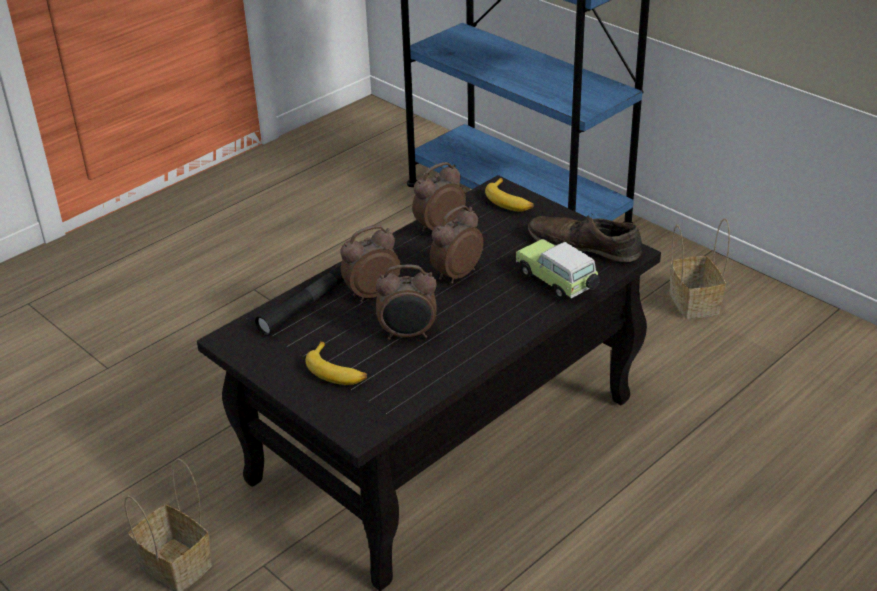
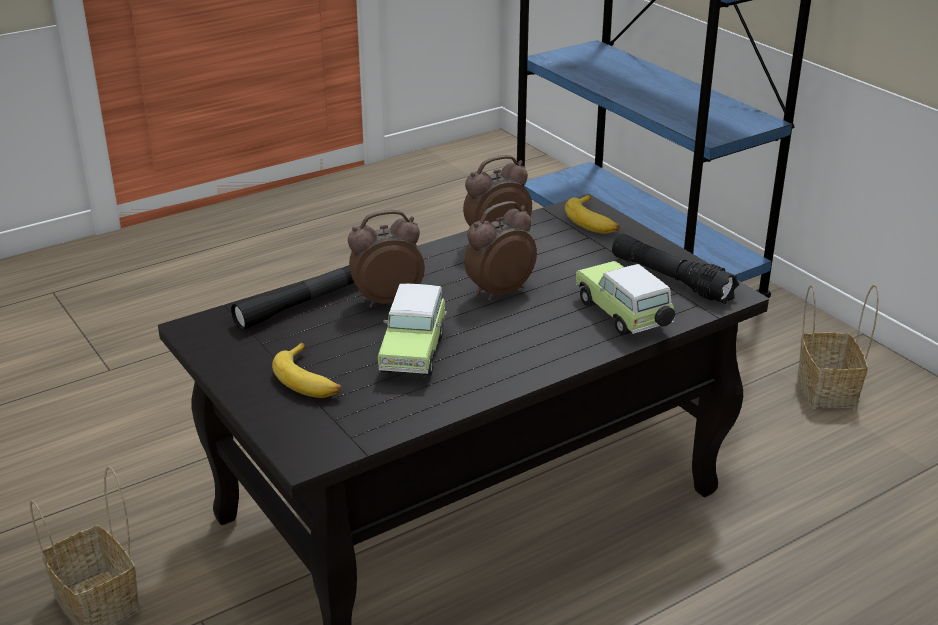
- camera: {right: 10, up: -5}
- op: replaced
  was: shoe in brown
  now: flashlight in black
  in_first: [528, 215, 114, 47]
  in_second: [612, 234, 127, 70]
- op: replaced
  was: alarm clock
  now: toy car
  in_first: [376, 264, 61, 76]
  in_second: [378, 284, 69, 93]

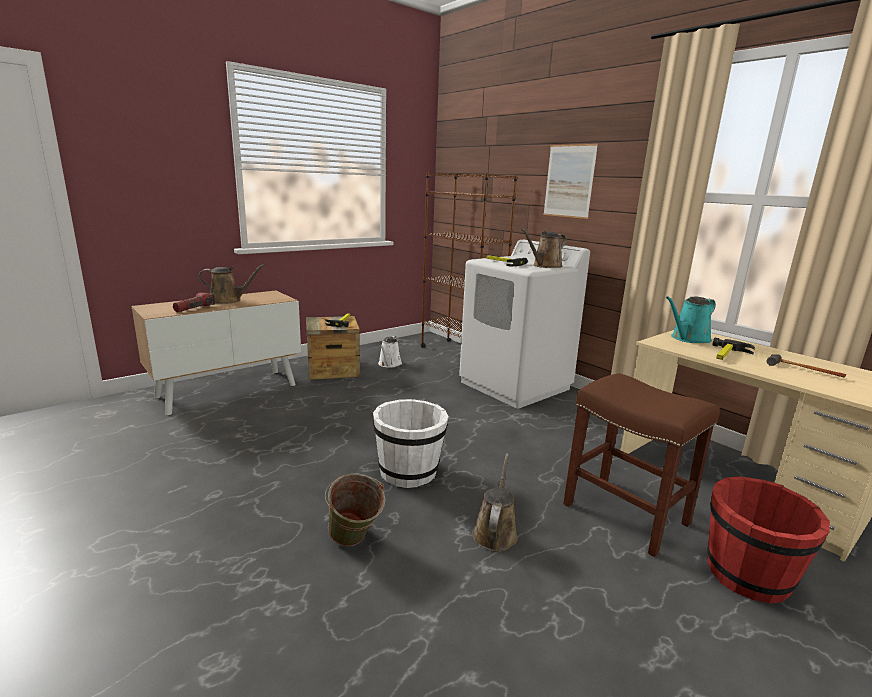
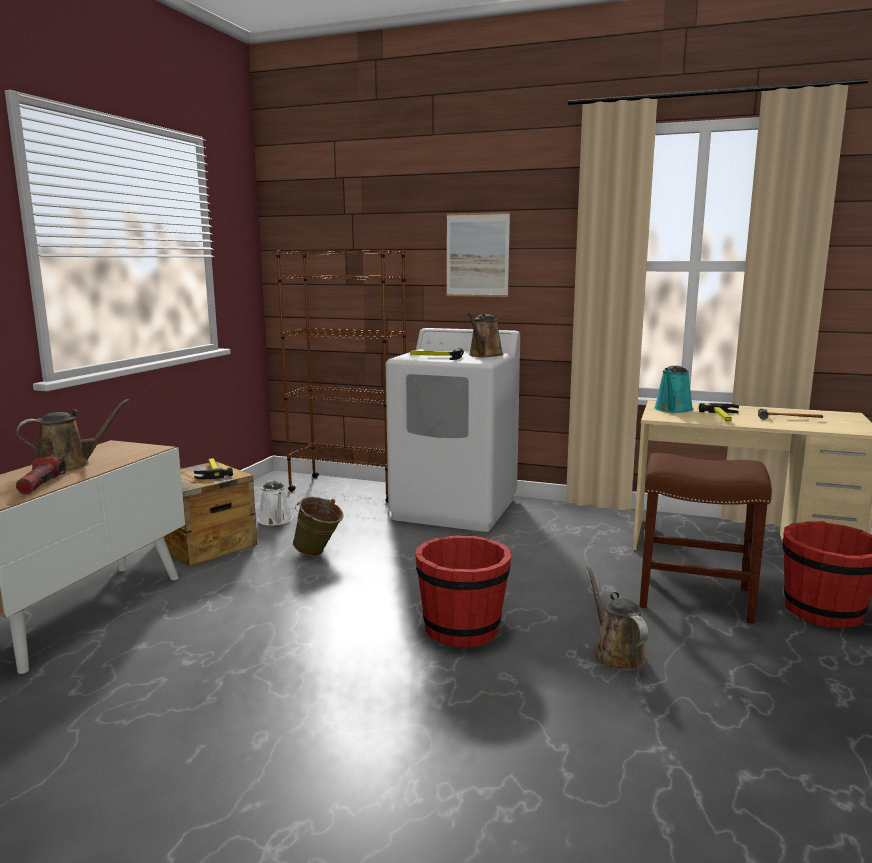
- camera: {right: -30, up: -5}
- op: recoloured
  was: bucket in white
  now: bucket in red
  in_first: [373, 399, 76, 89]
  in_second: [415, 536, 96, 111]
- op: moved
  was: bucket in green
  in_first: [325, 473, 60, 74]
  in_second: [293, 497, 51, 59]

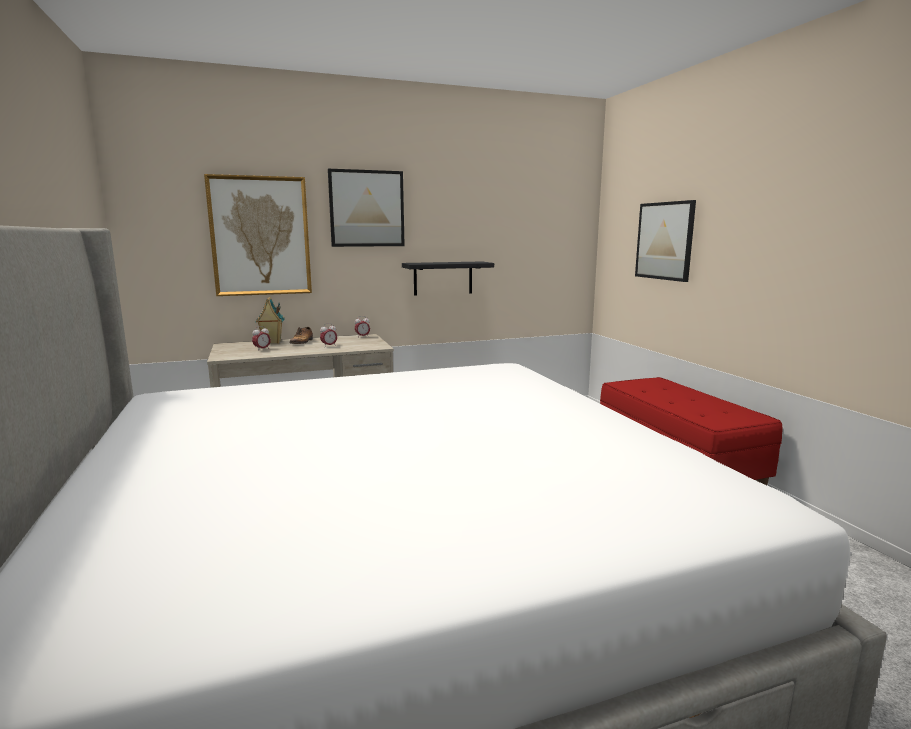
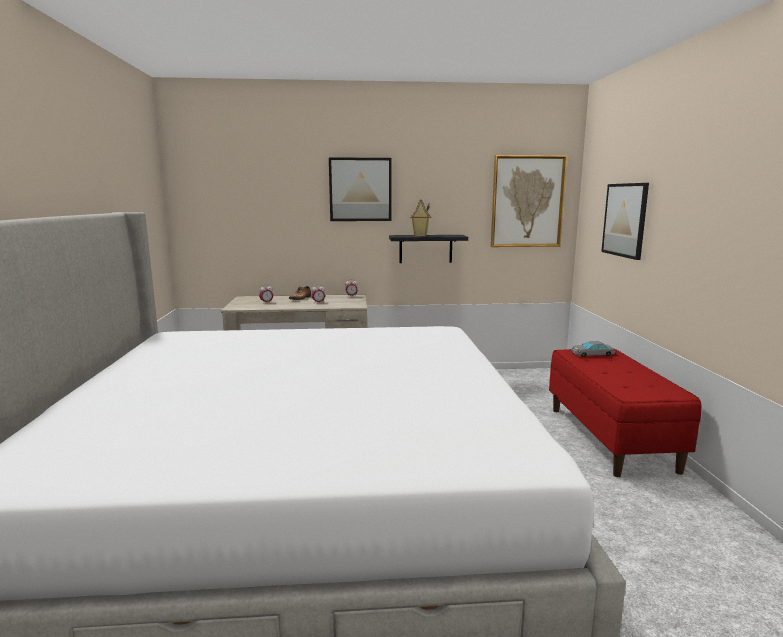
- camera: {right: 15, up: 0}
- op: moved
  was: picture
  in_first: [204, 174, 108, 122]
  in_second: [491, 155, 76, 92]
- op: moved
  was: toy house
  in_first: [255, 297, 30, 47]
  in_second: [410, 199, 21, 38]
- op: added
  now: toy car in grey
  in_second: [571, 341, 44, 16]

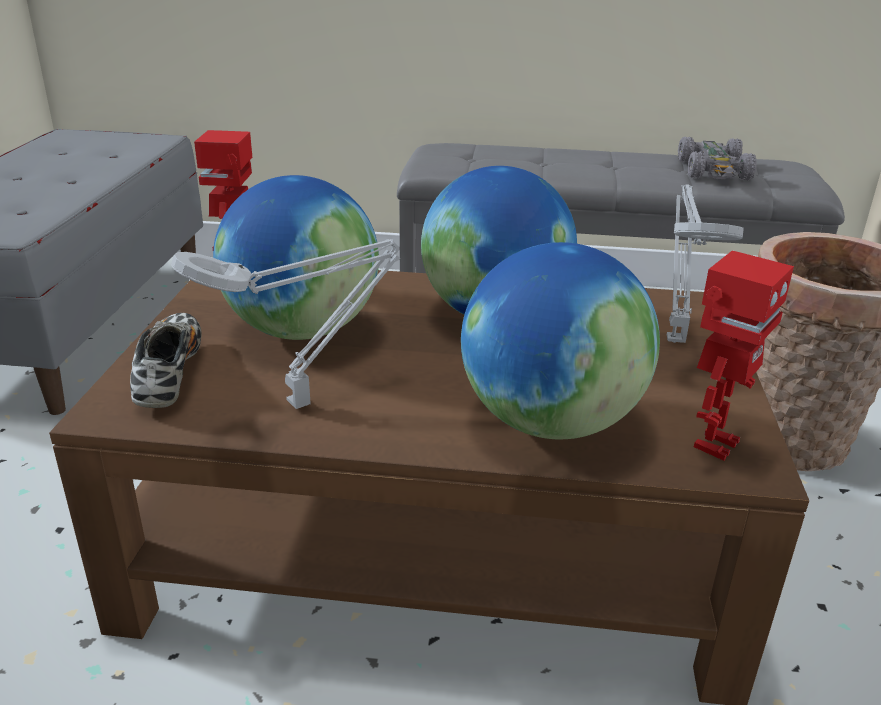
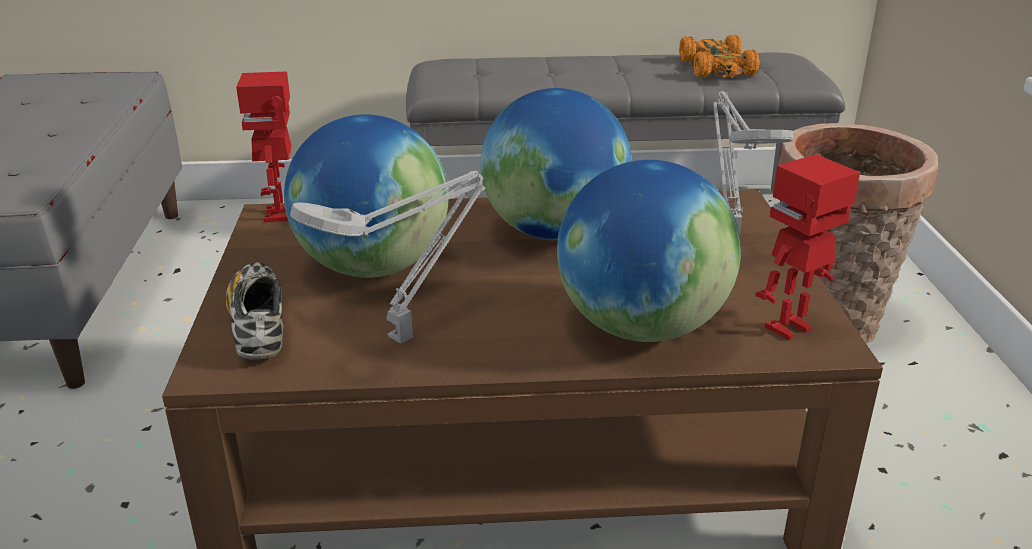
- camera: {right: -10, up: 0}
- op: recoloured
  was: toy car in grey
  now: toy car in orange
  in_first: [678, 136, 79, 44]
  in_second: [679, 35, 81, 43]
- op: turned
  was: toy robot
  in_first: [694, 250, 100, 211]
  in_second: [755, 154, 105, 186]
  clockwise: -150

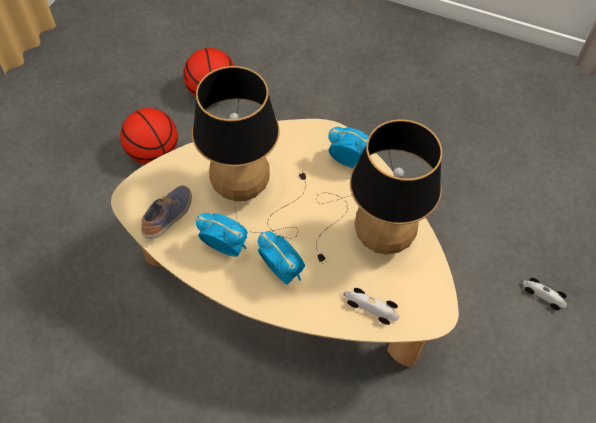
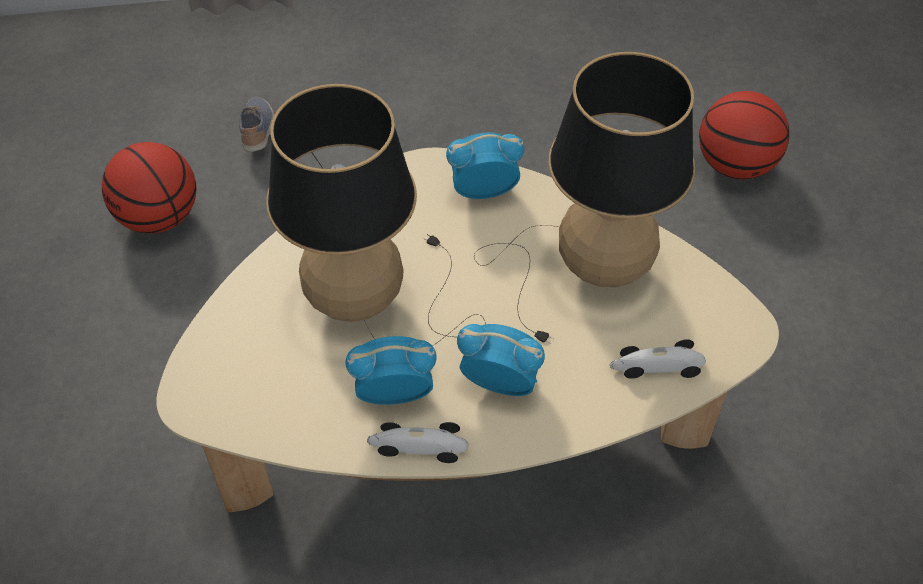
- camera: {right: -30, up: -5}
- op: moved
  was: basketball
  in_first: [120, 108, 58, 56]
  in_second: [699, 91, 91, 88]
- op: moved
  was: shoe
  in_first: [141, 186, 51, 53]
  in_second: [239, 97, 35, 55]
- op: moved
  was: toy car
  in_first: [522, 278, 45, 32]
  in_second: [367, 422, 101, 41]

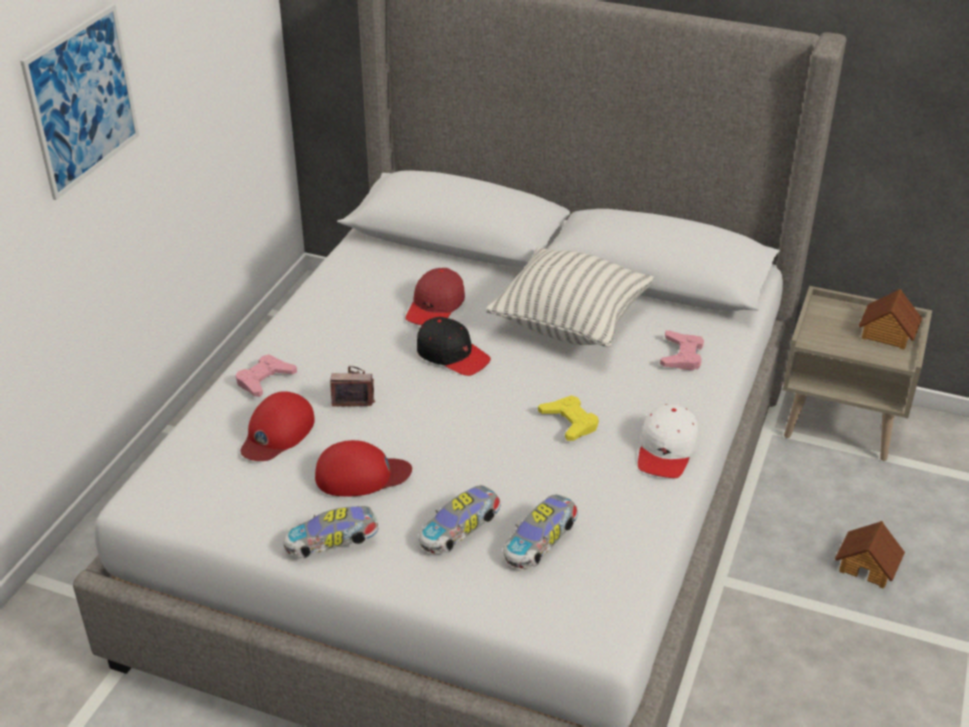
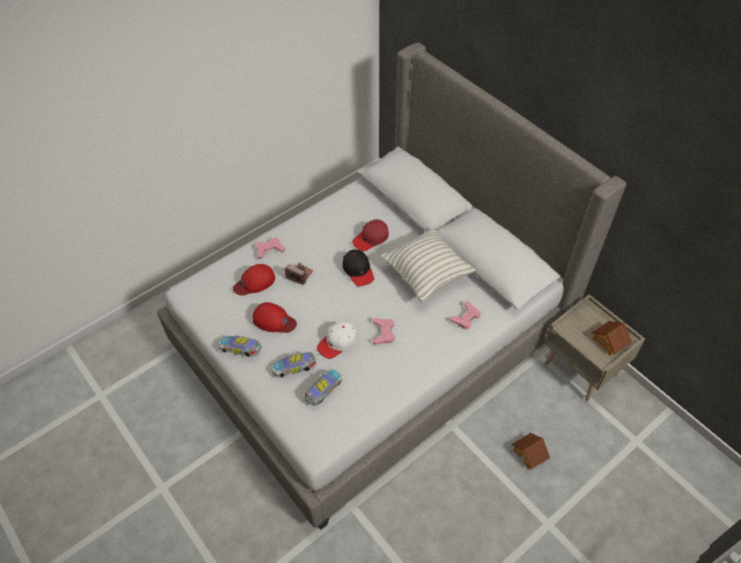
- camera: {right: 30, up: 15}
- op: removed
  was: picture
  in_first: [20, 4, 119, 196]
- op: recoloured
  was: game controller in yellow
  now: game controller in pink
  in_first: [538, 395, 61, 46]
  in_second: [372, 318, 23, 26]
- op: moved
  was: cap in white
  in_first: [638, 404, 60, 74]
  in_second: [317, 320, 40, 39]
- op: turned
  was: toy car
  in_first: [503, 494, 75, 74]
  in_second: [304, 369, 38, 37]
  clockwise: 150

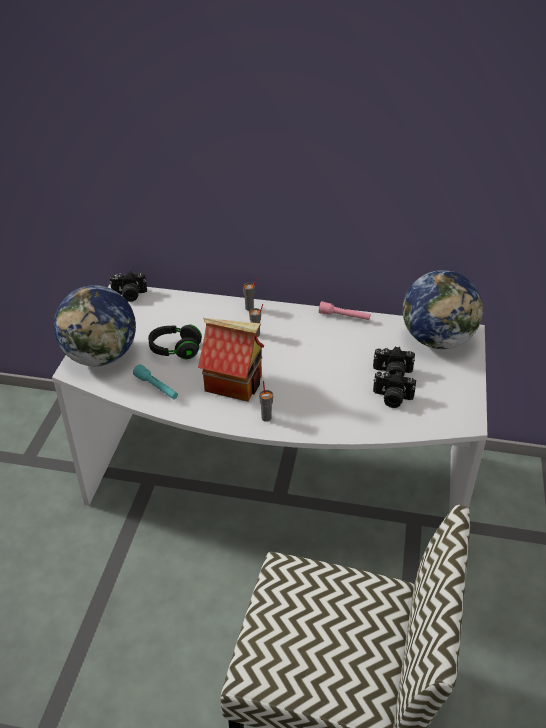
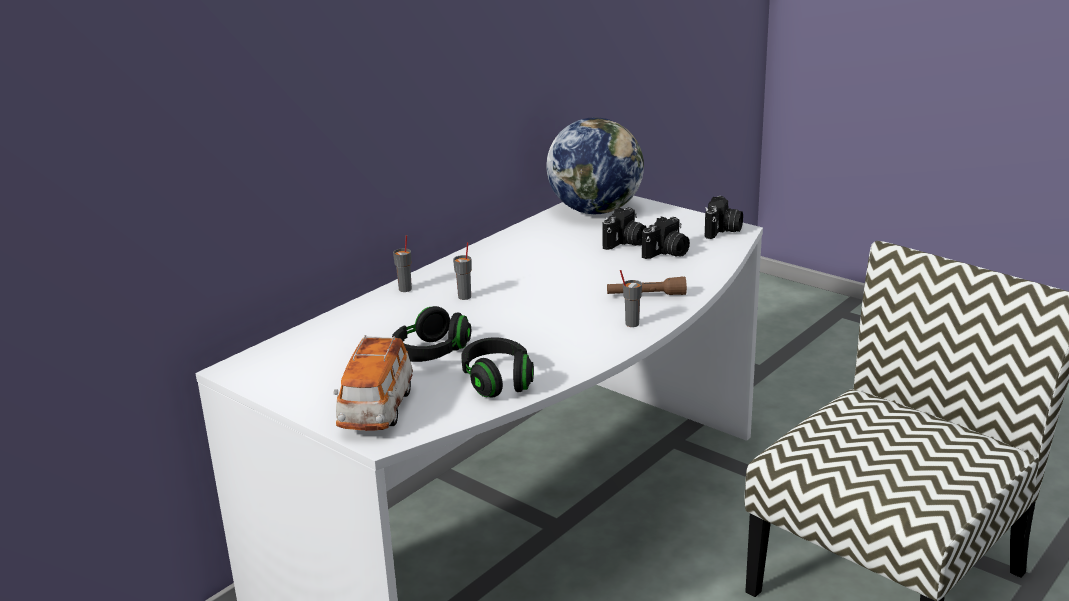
- camera: {right: -60, up: -15}
- op: moved
  was: photo camera
  in_first: [110, 271, 37, 31]
  in_second: [705, 196, 38, 43]
- op: replaced
  was: globe
  now: toy car
  in_first: [54, 285, 82, 81]
  in_second: [334, 335, 79, 96]
- op: removed
  was: flashlight in pink
  in_first: [319, 301, 52, 19]
- op: removed
  was: toy house
  in_first: [198, 318, 66, 84]
- op: replaced
  was: flashlight in turquoise
  now: headphones in black
  in_first: [133, 364, 45, 35]
  in_second: [461, 337, 73, 61]
- op: added
  now: flashlight in brown
  in_second: [607, 276, 80, 19]

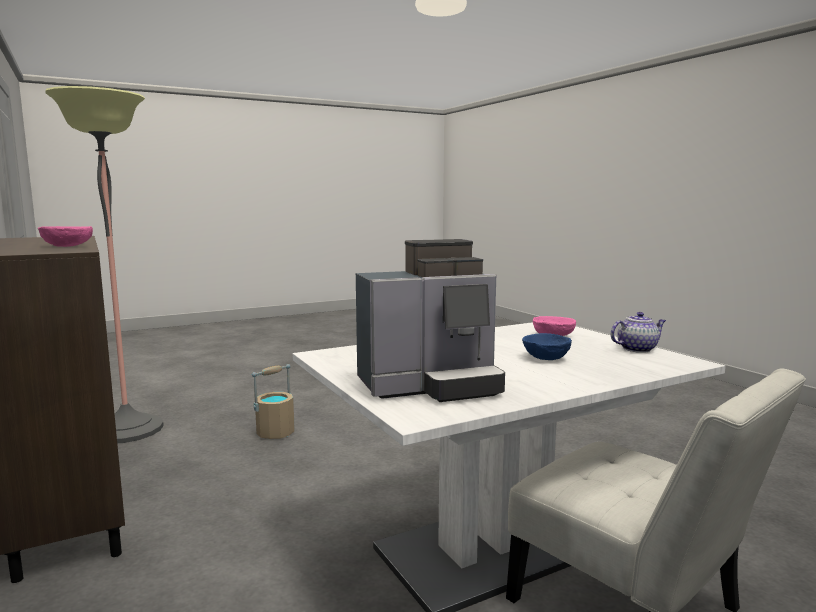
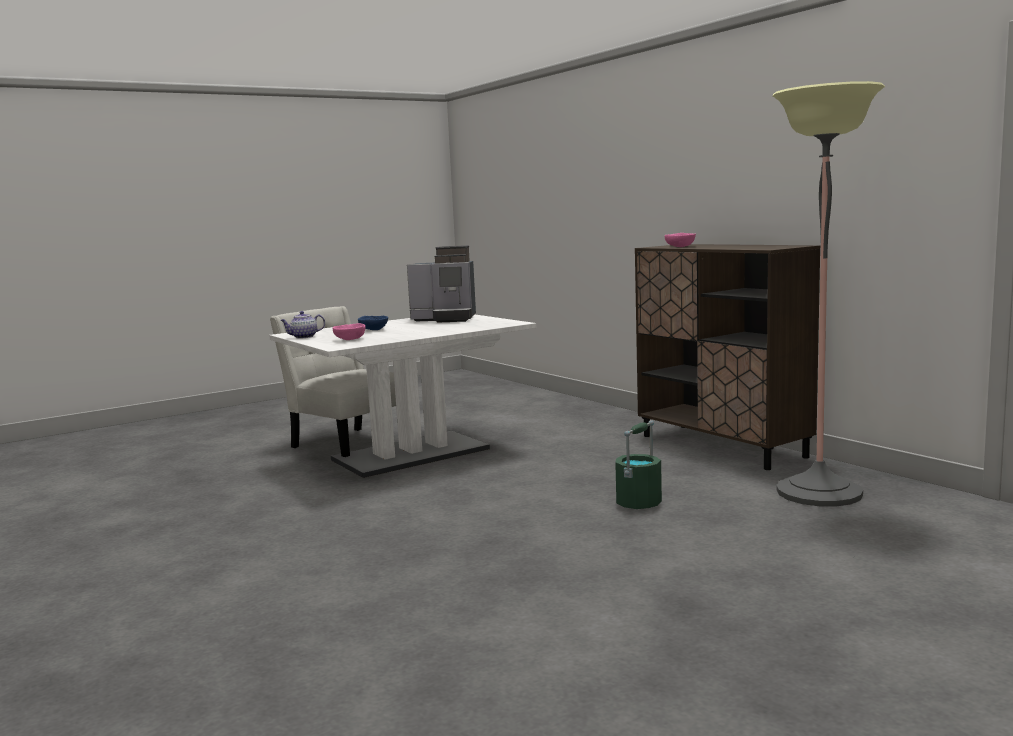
- camera: {right: 175, up: 0}
- op: turned
  was: coffee machine
  in_first: [356, 239, 149, 163]
  in_second: [407, 245, 69, 78]
  clockwise: -150
- op: recoloured
  was: bucket in beige
  now: bucket in green
  in_first: [252, 364, 43, 75]
  in_second: [615, 420, 47, 89]

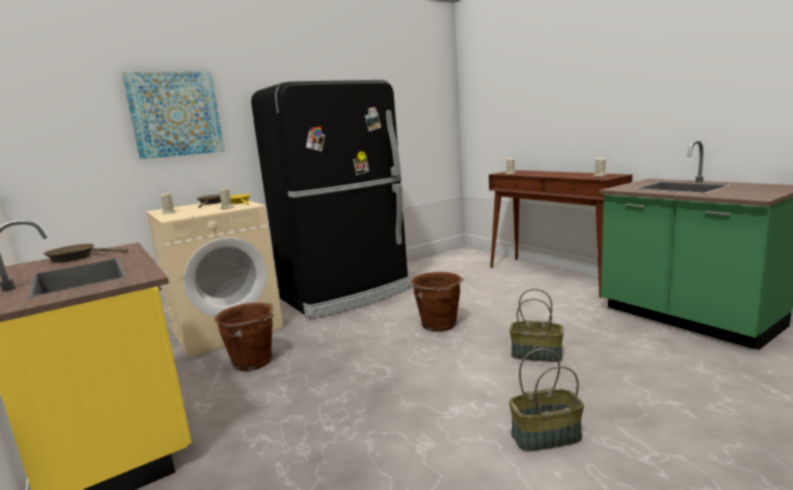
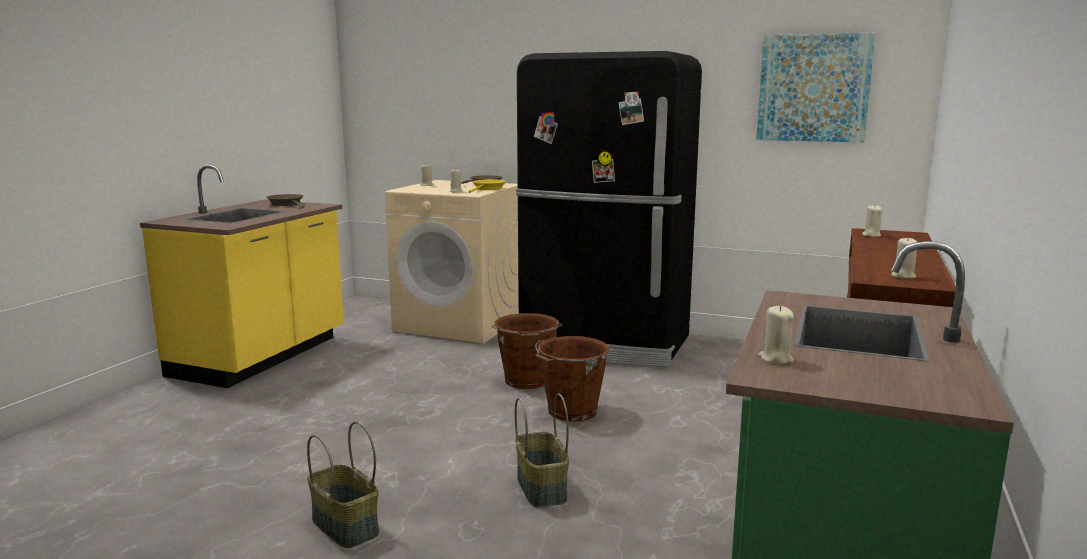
- camera: {right: 55, up: 0}
- op: moved
  was: picture
  in_first: [122, 71, 102, 88]
  in_second: [756, 33, 119, 109]
- op: moved
  was: bucket in brown
  in_first: [215, 303, 59, 68]
  in_second: [491, 313, 71, 76]
- op: added
  now: candle in beige
  in_second: [758, 306, 36, 58]

